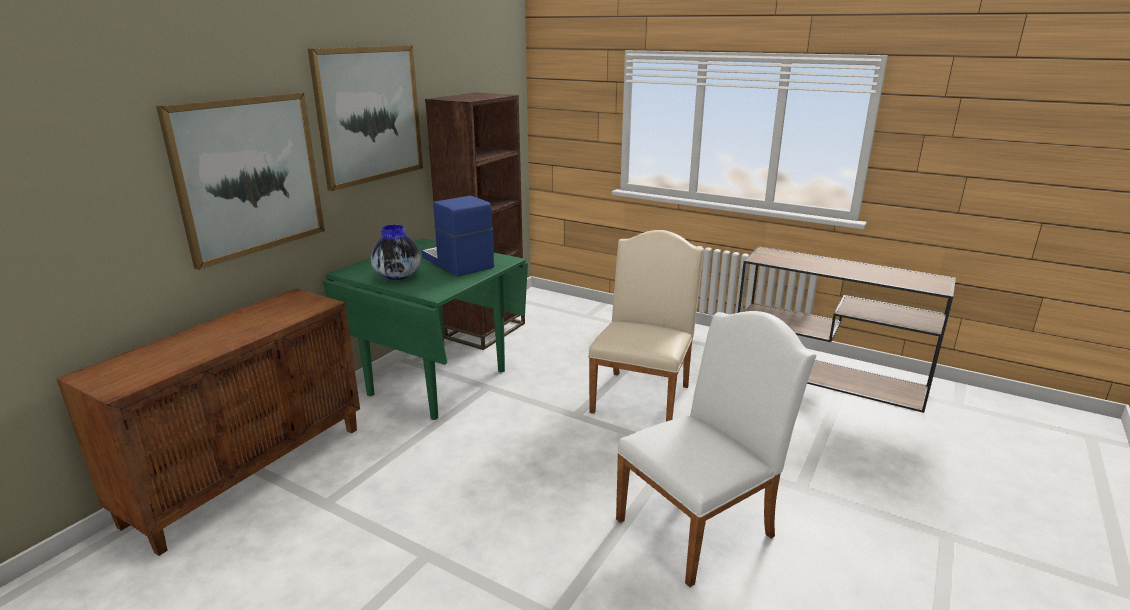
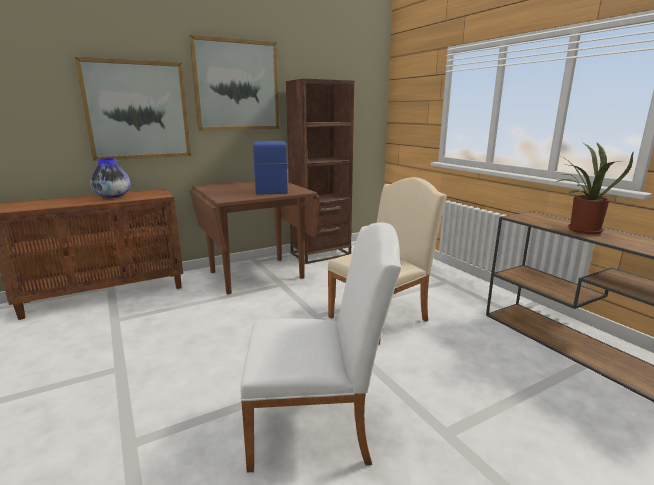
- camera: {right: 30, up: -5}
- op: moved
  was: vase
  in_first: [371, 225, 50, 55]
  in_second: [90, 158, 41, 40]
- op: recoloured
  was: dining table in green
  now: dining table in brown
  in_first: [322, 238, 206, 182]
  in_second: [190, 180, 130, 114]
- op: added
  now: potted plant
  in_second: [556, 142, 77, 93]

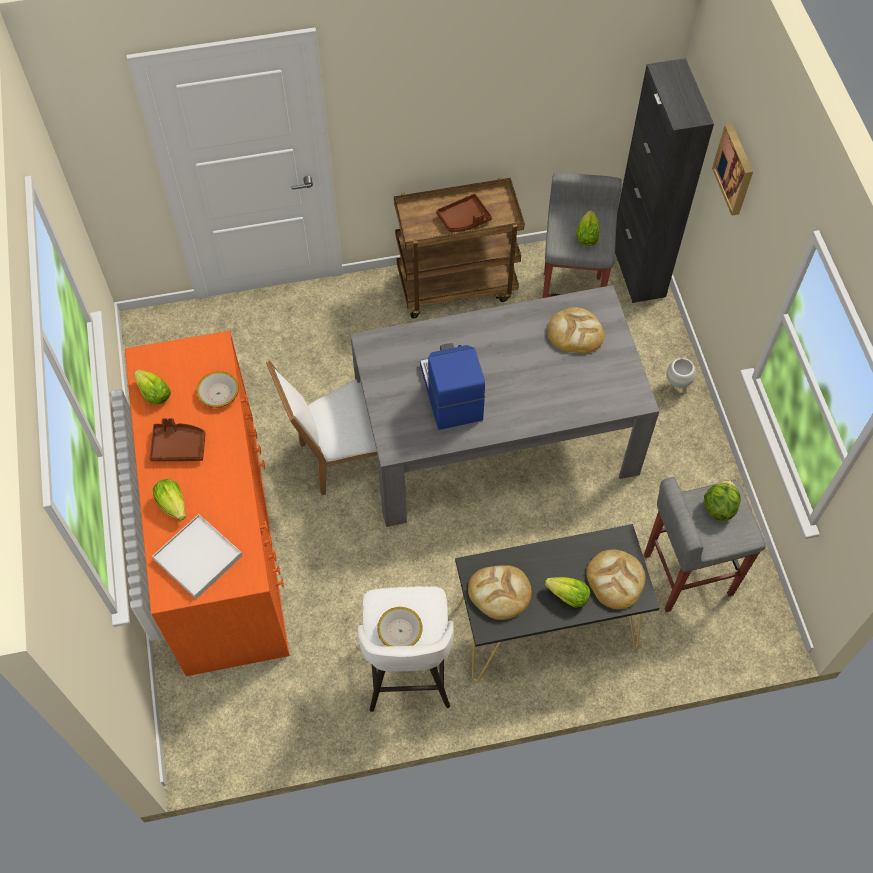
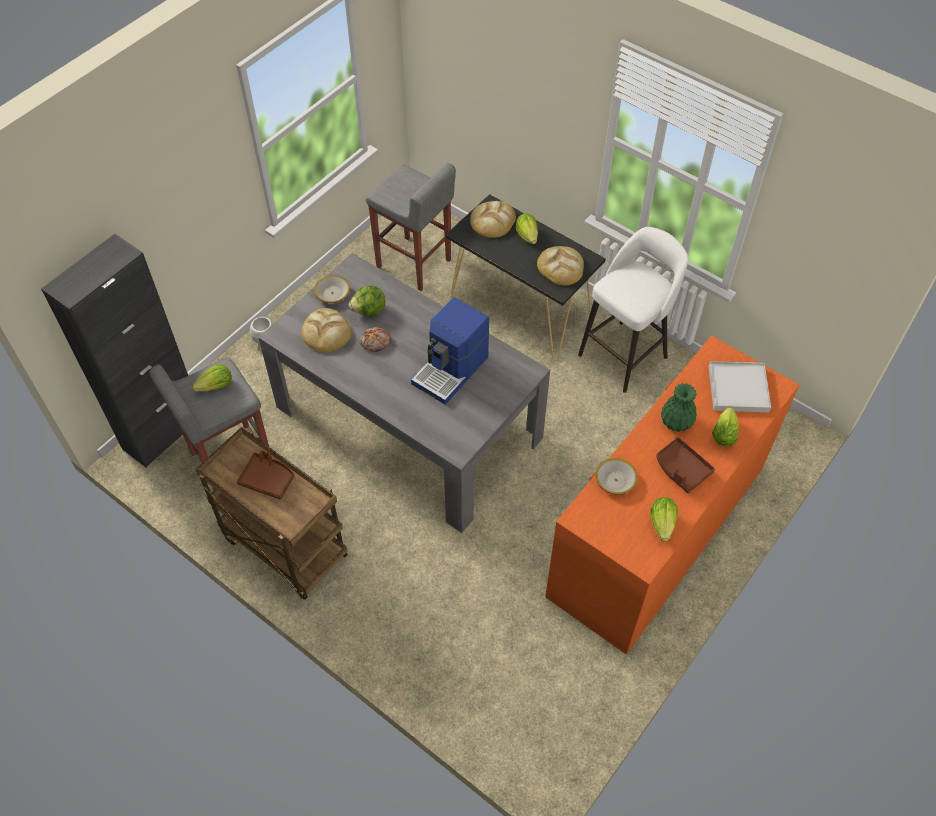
- camera: {right: -130, up: -5}
- op: removed
  was: picture
  in_first: [712, 124, 41, 92]
- op: removed
  was: chair in white
  in_first: [266, 360, 111, 135]
- op: moved
  was: lettuce
  in_first: [704, 480, 37, 41]
  in_second: [349, 286, 36, 30]
- op: moved
  was: bowl
  in_first: [377, 607, 46, 39]
  in_second: [314, 275, 36, 28]
- op: added
  now: bread
  in_second: [360, 327, 31, 25]
- op: added
  now: vase in green
  in_second: [661, 383, 36, 49]

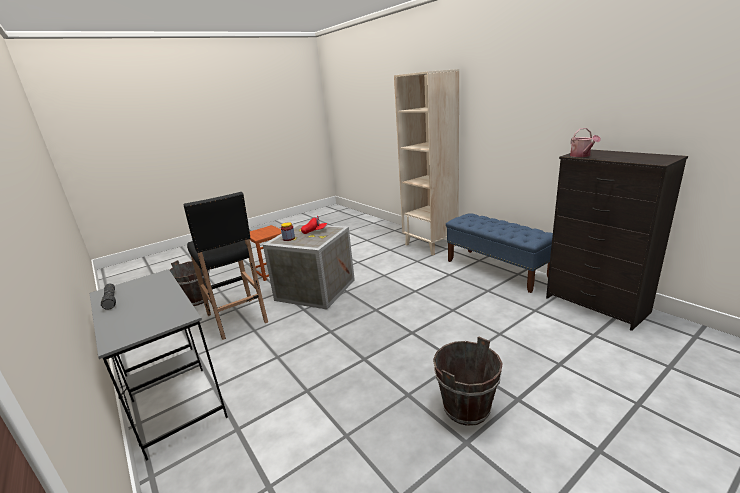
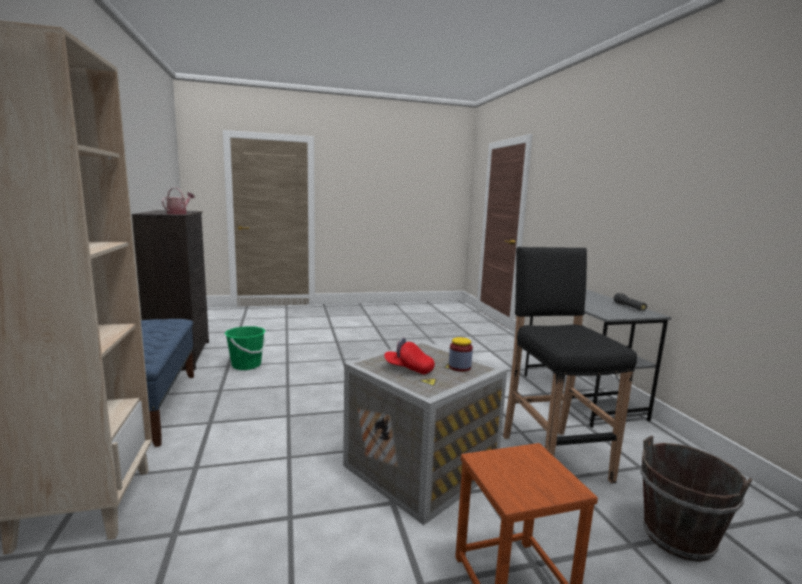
- camera: {right: -160, up: -10}
- op: removed
  was: bucket in brown
  in_first: [433, 336, 70, 90]
- op: added
  now: bucket in green
  in_second: [224, 326, 42, 44]

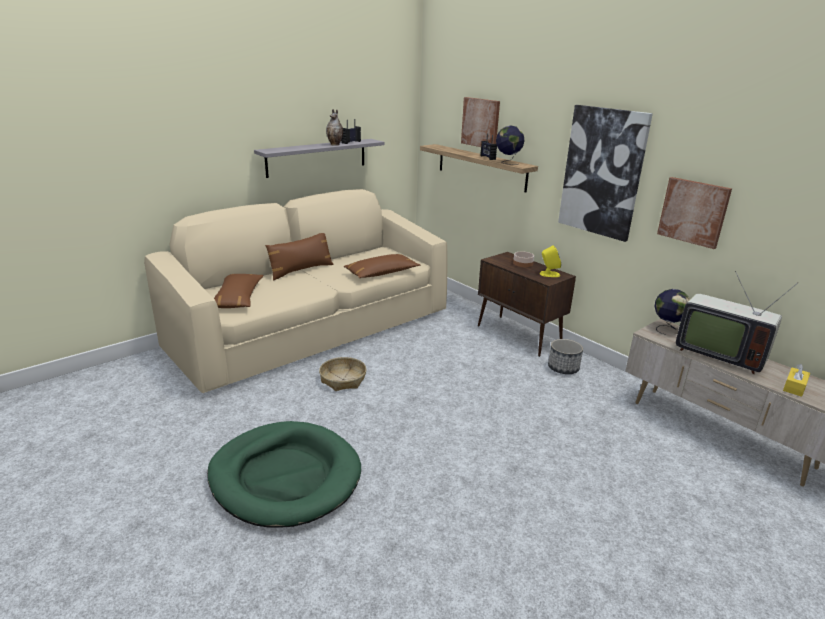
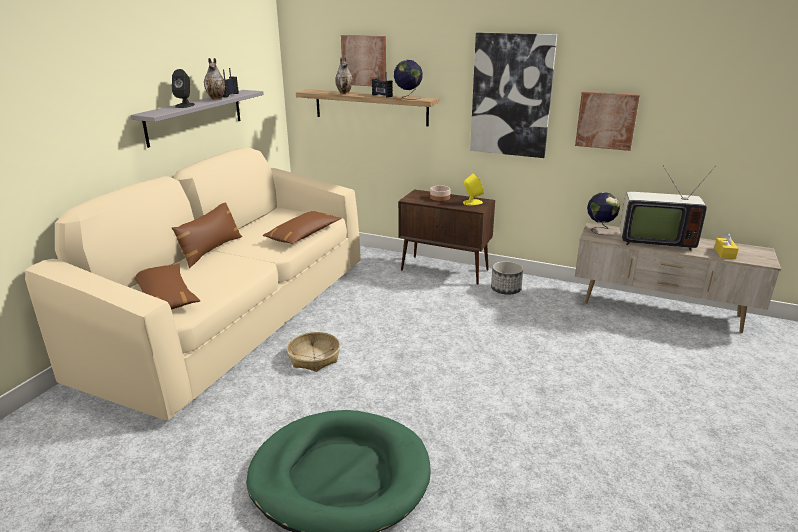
- camera: {right: -25, up: 0}
- op: added
  now: vase
  in_second: [335, 57, 18, 38]
- op: added
  now: speaker in black
  in_second: [172, 69, 23, 39]

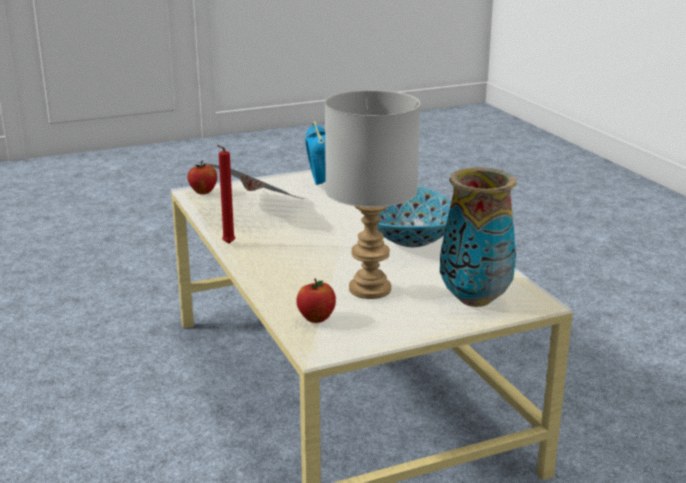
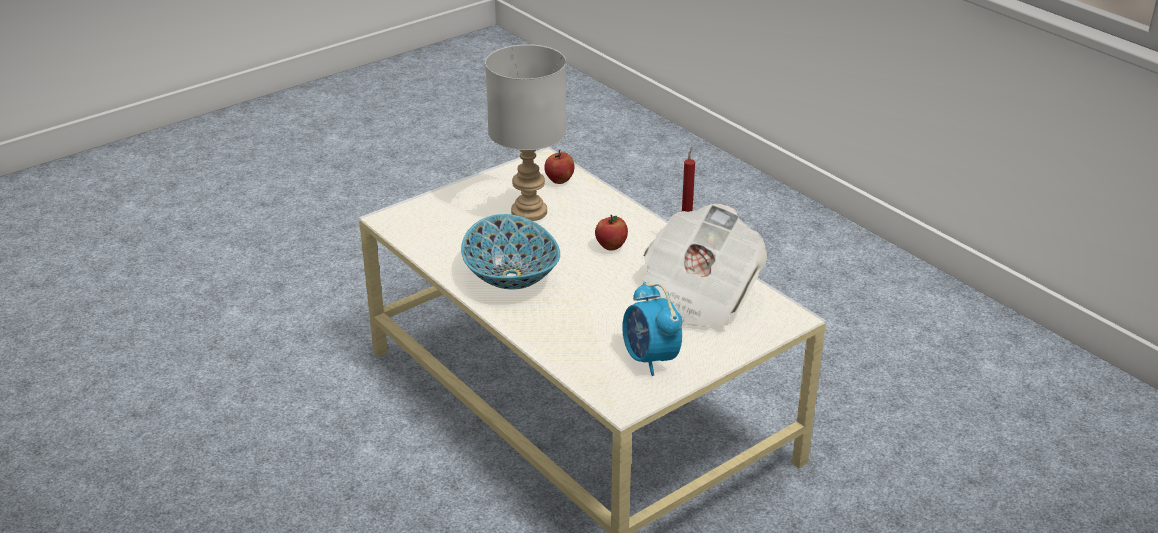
- camera: {right: 165, up: 10}
- op: moved
  was: apple
  in_first: [188, 160, 29, 34]
  in_second: [595, 215, 33, 36]
- op: removed
  was: vase
  in_first: [440, 167, 77, 140]

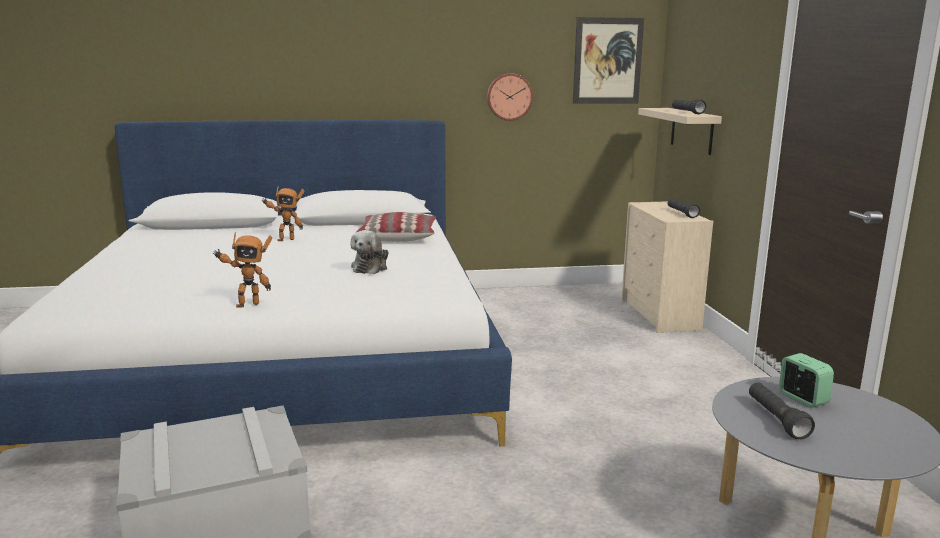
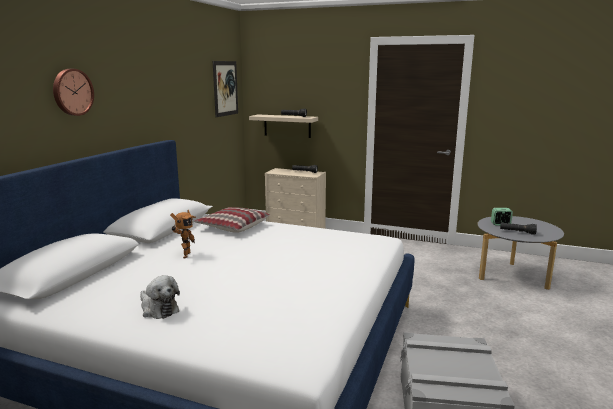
- camera: {right: -60, up: 0}
- op: moved
  was: wall clock
  in_first: [487, 73, 46, 48]
  in_second: [53, 69, 41, 47]
- op: moved
  was: plush toy
  in_first: [350, 230, 38, 44]
  in_second: [140, 275, 40, 44]
- op: removed
  was: toy robot
  in_first: [213, 232, 59, 76]

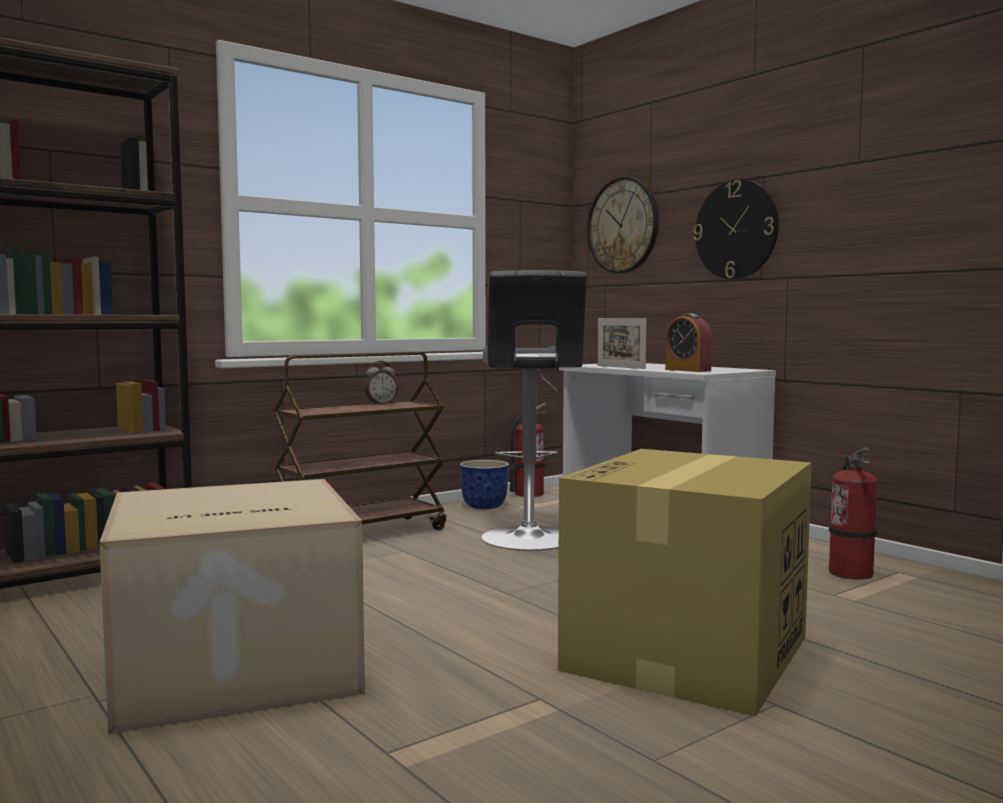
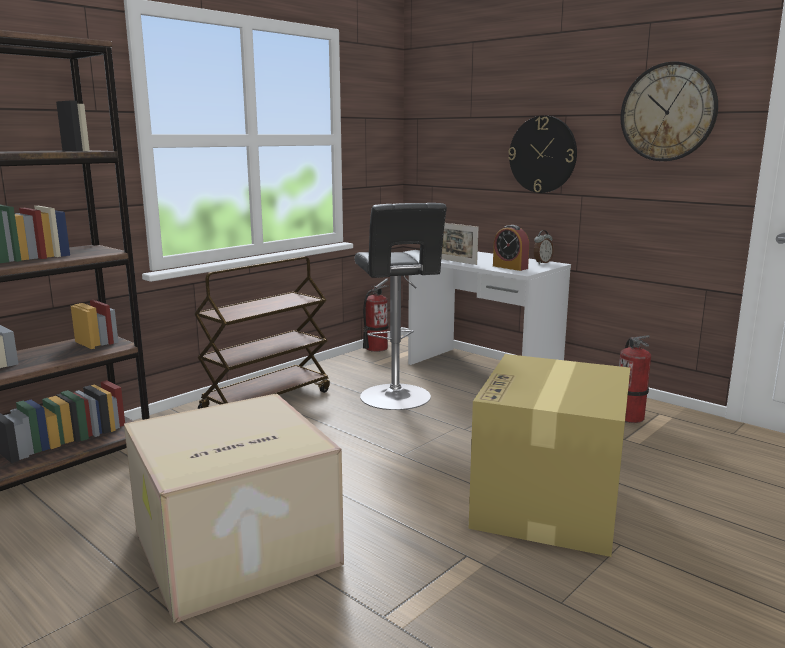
- camera: {right: -10, up: 10}
- op: moved
  was: wall clock
  in_first: [587, 177, 72, 96]
  in_second: [621, 62, 97, 99]
- op: moved
  was: alarm clock
  in_first: [364, 361, 34, 44]
  in_second: [533, 230, 21, 34]
- op: removed
  was: planter
  in_first: [460, 460, 49, 49]

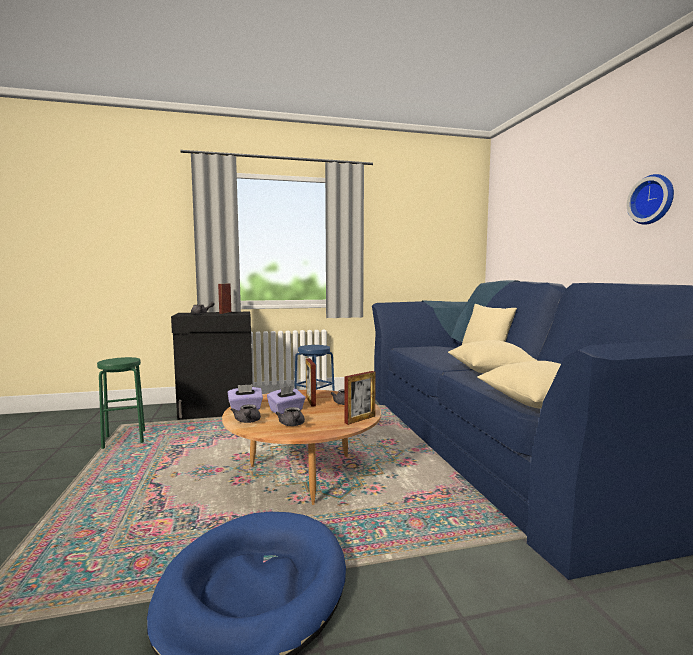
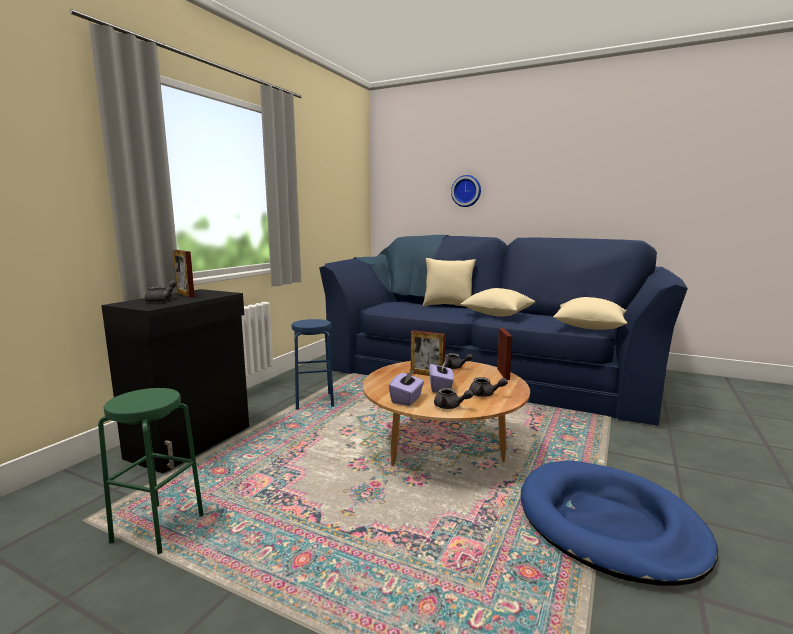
- camera: {right: -50, up: 5}
- op: moved
  was: wall clock
  in_first: [627, 174, 47, 51]
  in_second: [451, 175, 30, 32]

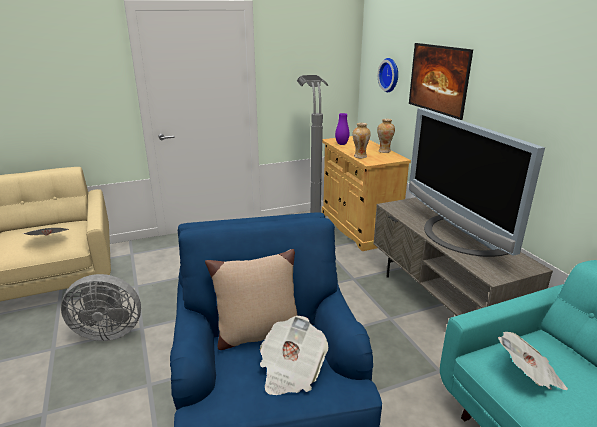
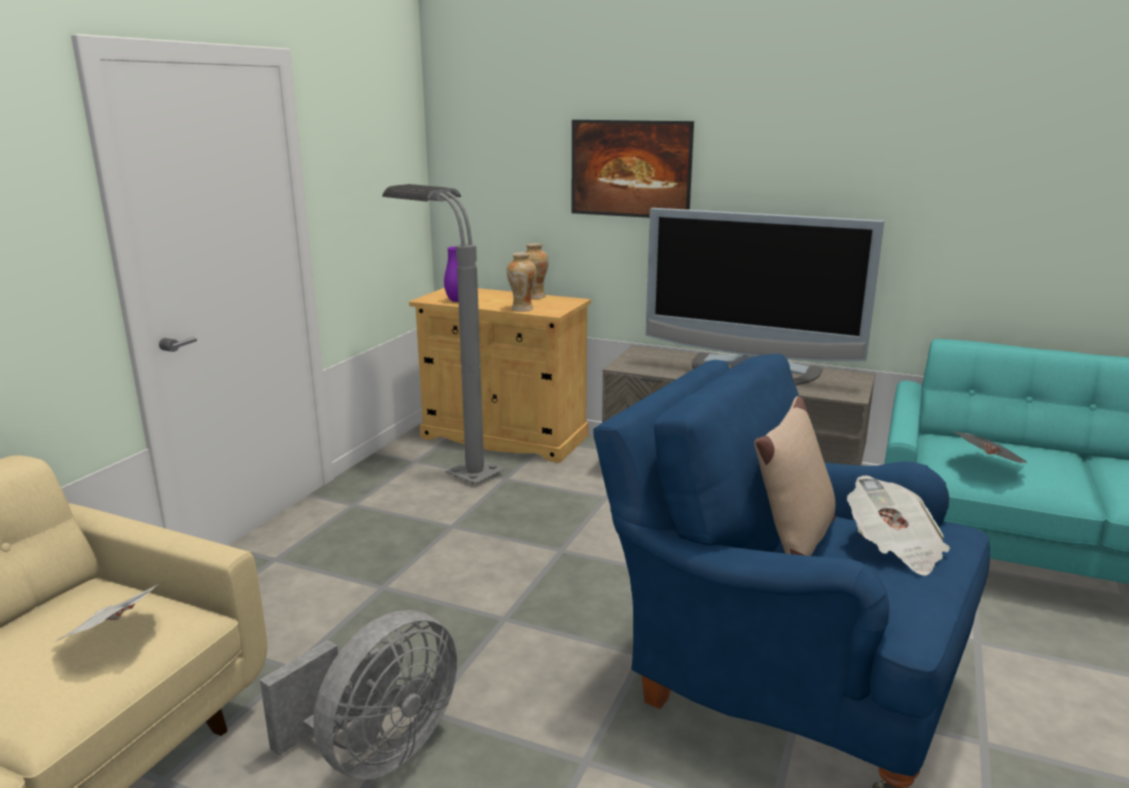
- camera: {right: -45, up: -5}
- op: removed
  was: wall clock
  in_first: [378, 58, 20, 34]

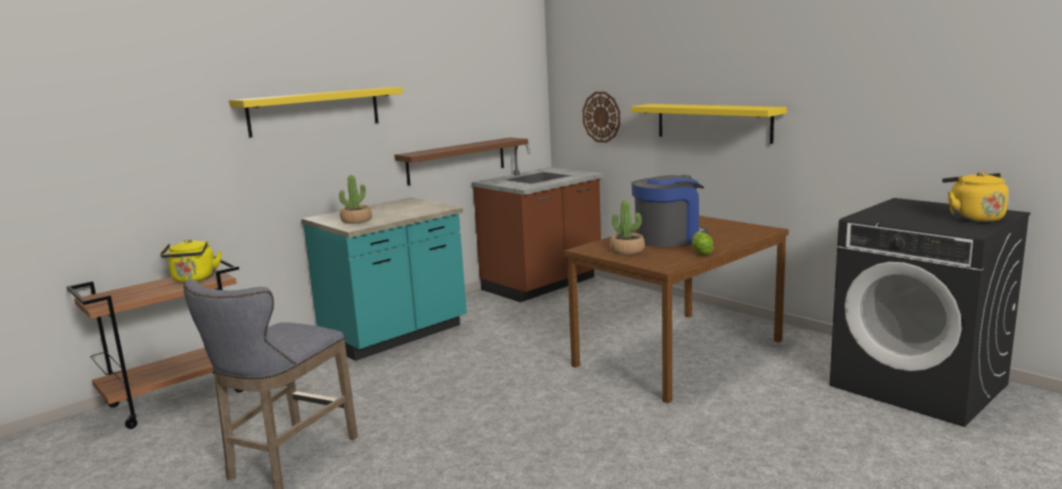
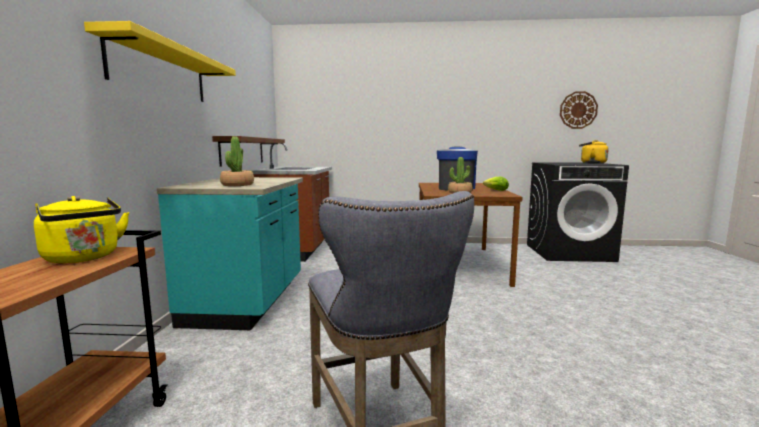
- camera: {right: -45, up: -5}
- op: moved
  was: wall clock
  in_first: [583, 92, 37, 51]
  in_second: [560, 91, 38, 38]
- op: removed
  was: shelf in yellow
  in_first: [631, 104, 156, 40]

